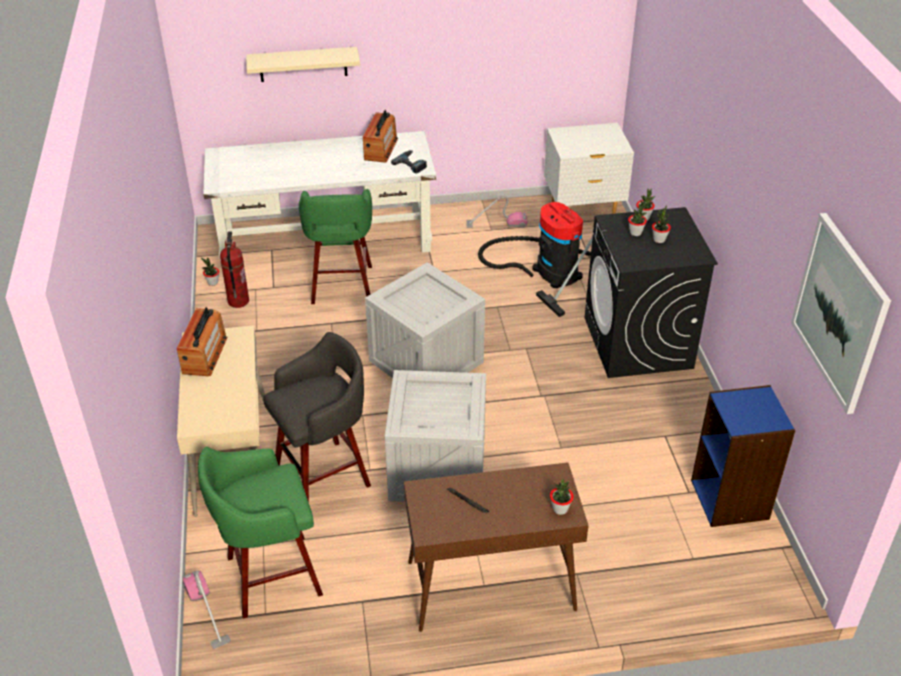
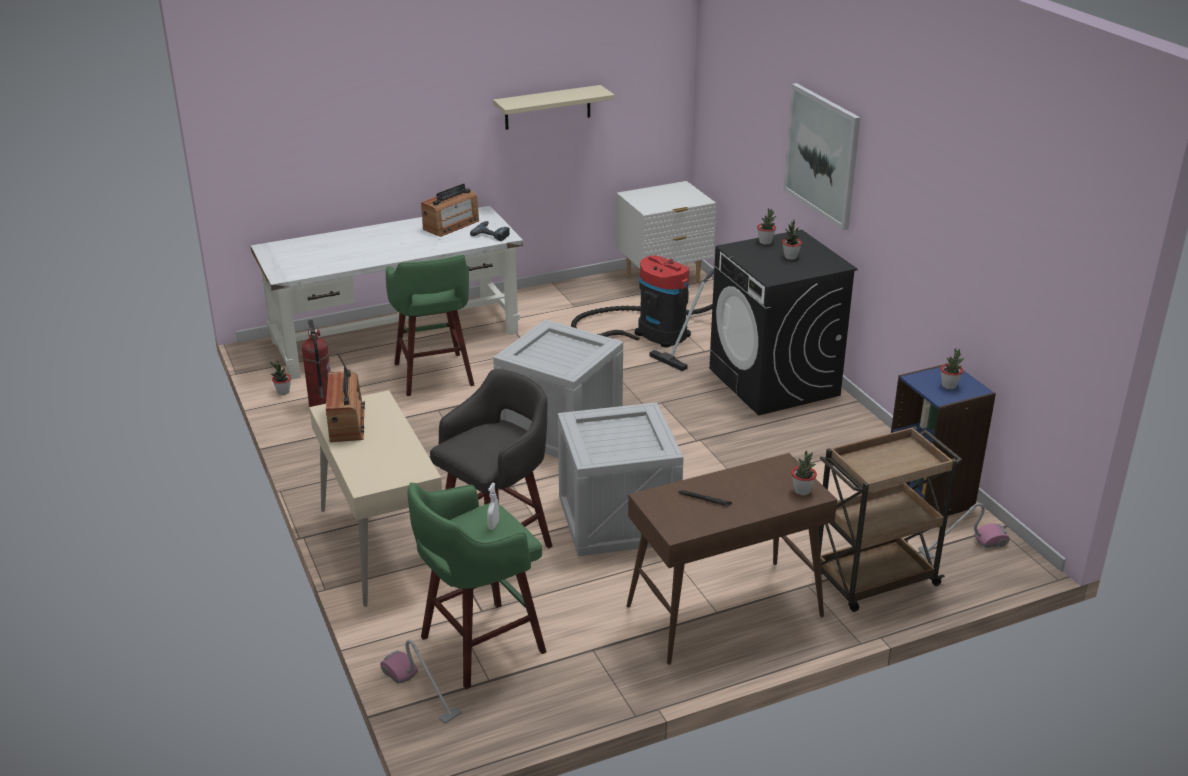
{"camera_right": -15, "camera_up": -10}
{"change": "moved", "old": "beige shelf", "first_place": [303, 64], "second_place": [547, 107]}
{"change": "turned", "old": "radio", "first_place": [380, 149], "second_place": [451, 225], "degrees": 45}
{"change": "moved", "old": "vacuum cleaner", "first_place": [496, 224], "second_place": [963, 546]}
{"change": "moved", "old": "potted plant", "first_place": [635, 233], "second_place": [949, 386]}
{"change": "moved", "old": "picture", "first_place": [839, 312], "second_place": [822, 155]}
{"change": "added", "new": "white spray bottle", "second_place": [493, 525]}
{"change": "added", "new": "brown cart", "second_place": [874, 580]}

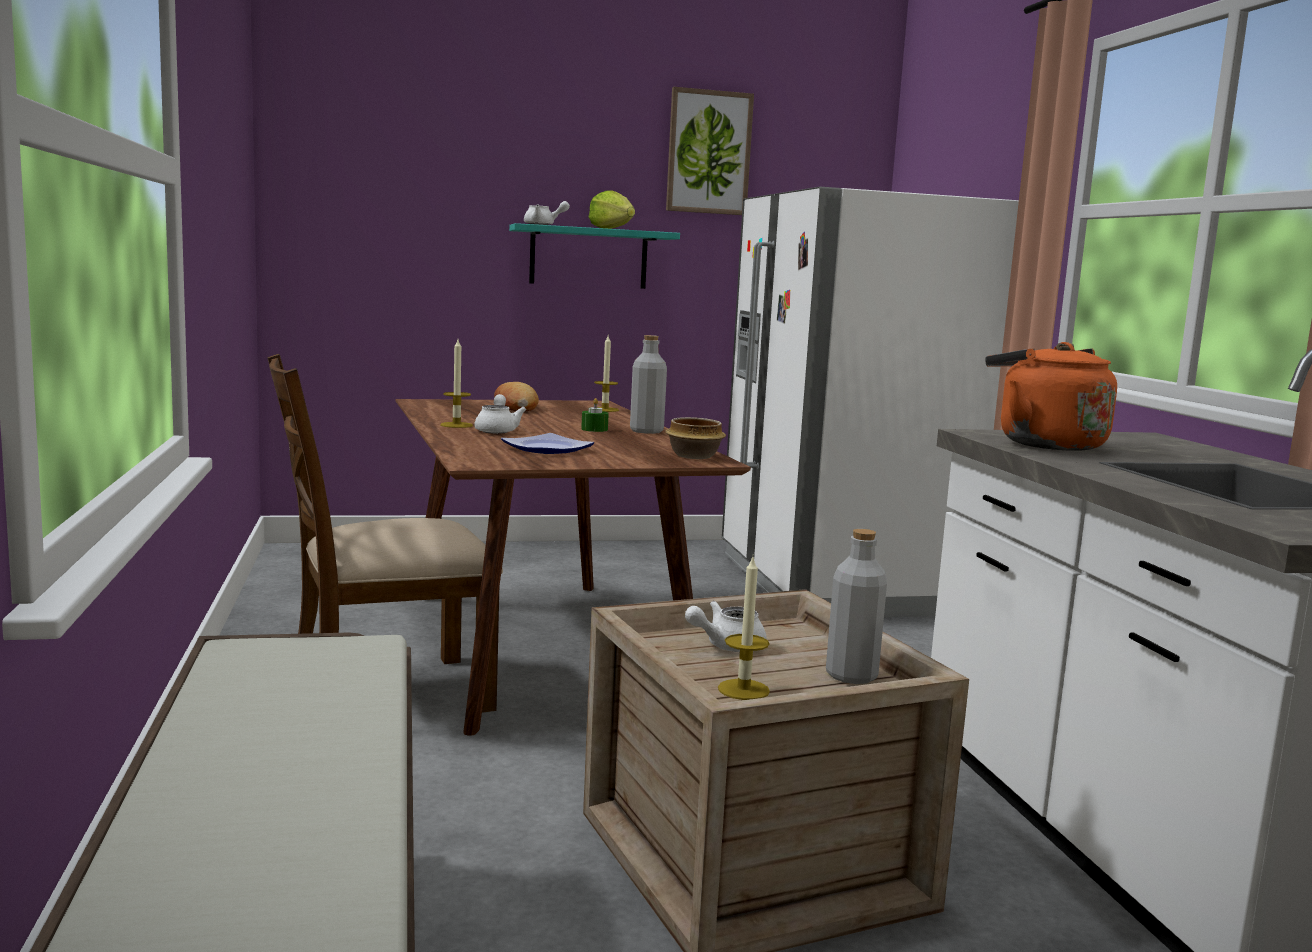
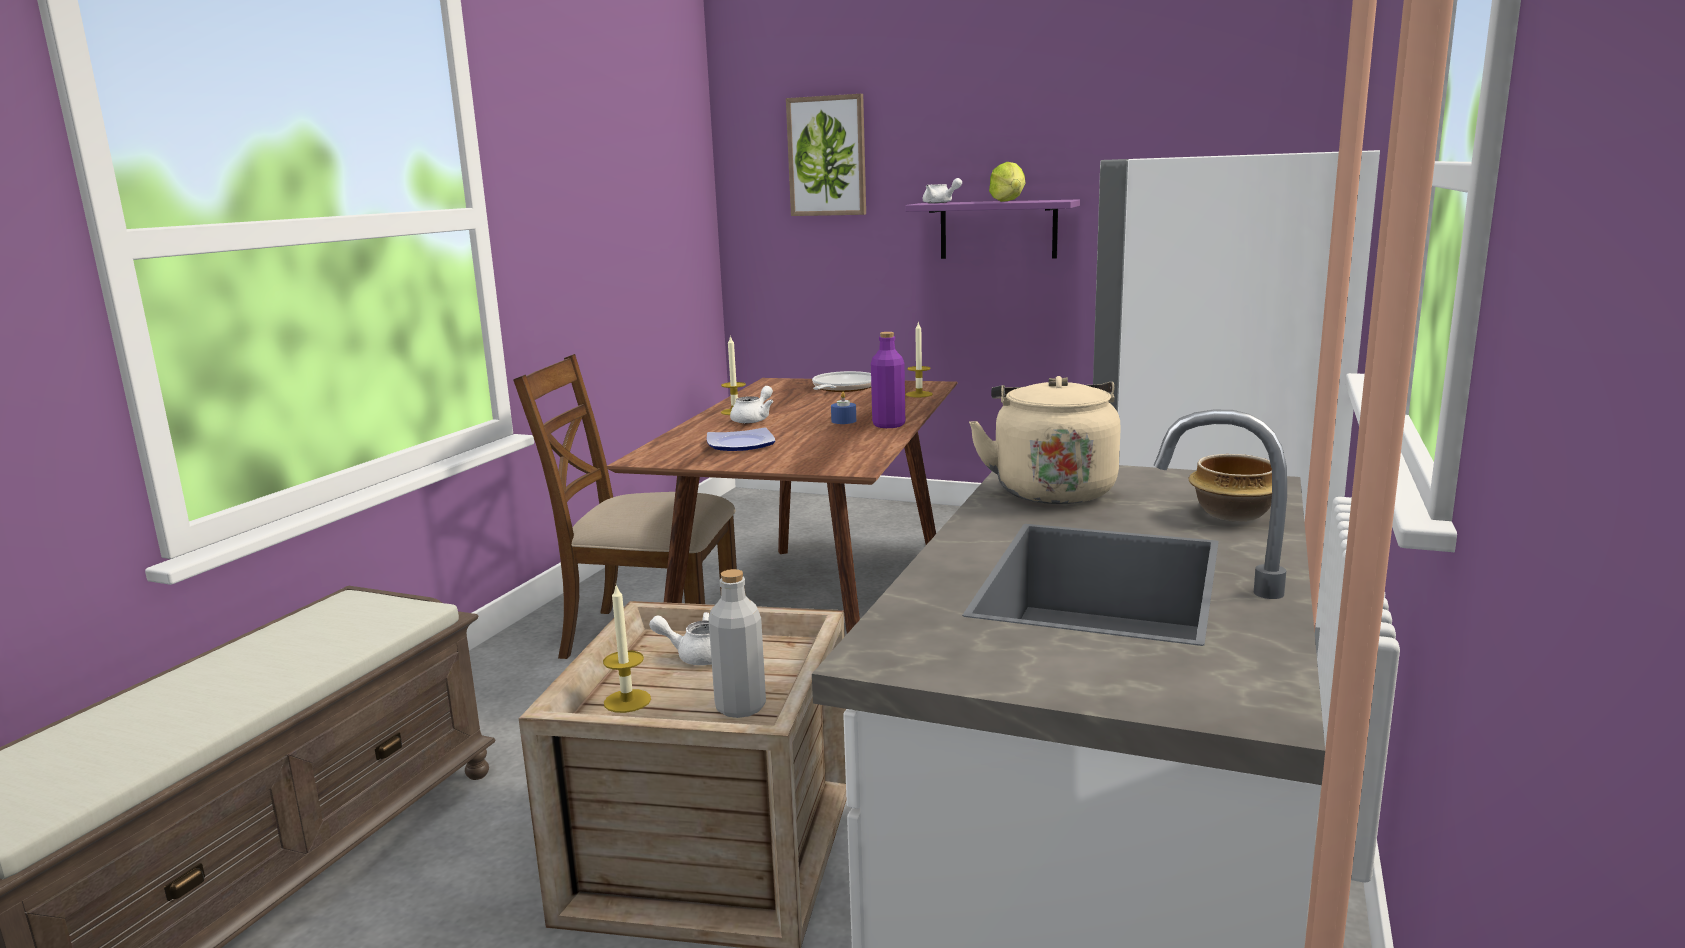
{"camera_right": 35, "camera_up": 5}
{"change": "replaced", "old": "bread", "new": "frying pan", "first_place": [514, 406], "second_place": [842, 388]}
{"change": "recoloured", "old": "turquoise shelf", "new": "purple shelf", "first_place": [588, 257], "second_place": [998, 230]}
{"change": "recoloured", "old": "green candle", "new": "blue candle", "first_place": [594, 429], "second_place": [843, 421]}
{"change": "recoloured", "old": "grey bottle", "new": "purple bottle", "first_place": [646, 431], "second_place": [888, 425]}
{"change": "moved", "old": "bowl", "first_place": [694, 456], "second_place": [1235, 513]}
{"change": "moved", "old": "picture", "first_place": [708, 152], "second_place": [827, 156]}
{"change": "recoloured", "old": "orange kettle", "new": "beige kettle", "first_place": [1044, 444], "second_place": [1051, 490]}

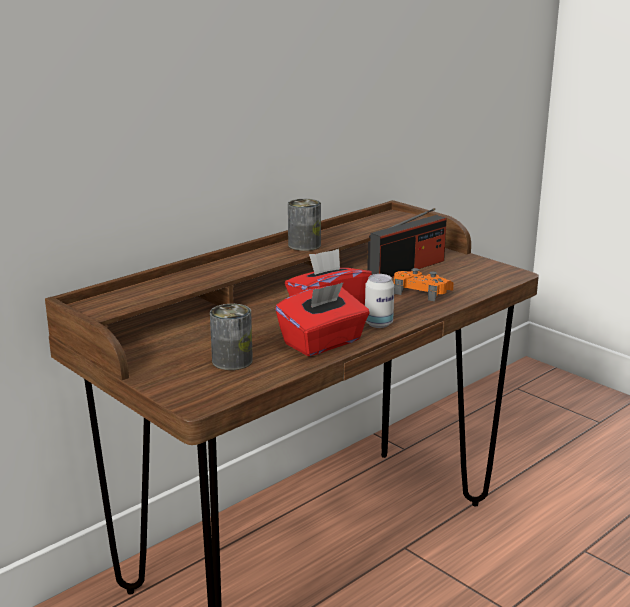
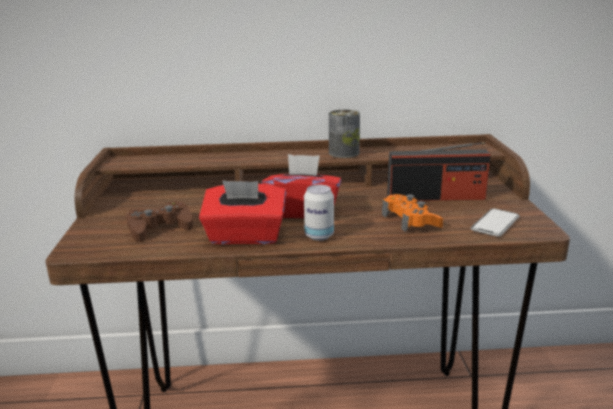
{"camera_right": 40, "camera_up": 0}
{"change": "replaced", "old": "can", "new": "brown game controller", "first_place": [232, 361], "second_place": [160, 228]}
{"change": "added", "new": "phone", "second_place": [495, 223]}

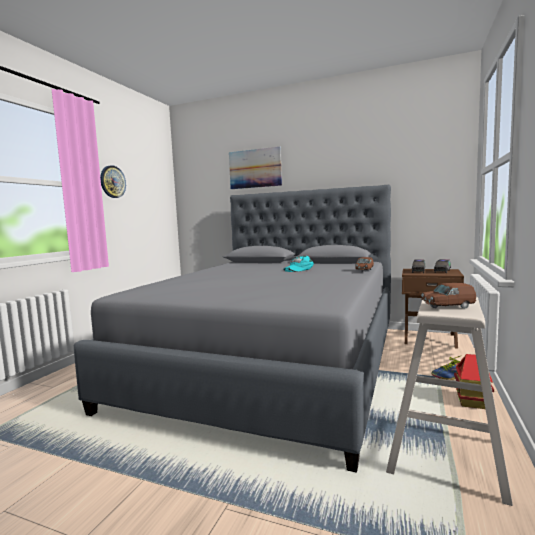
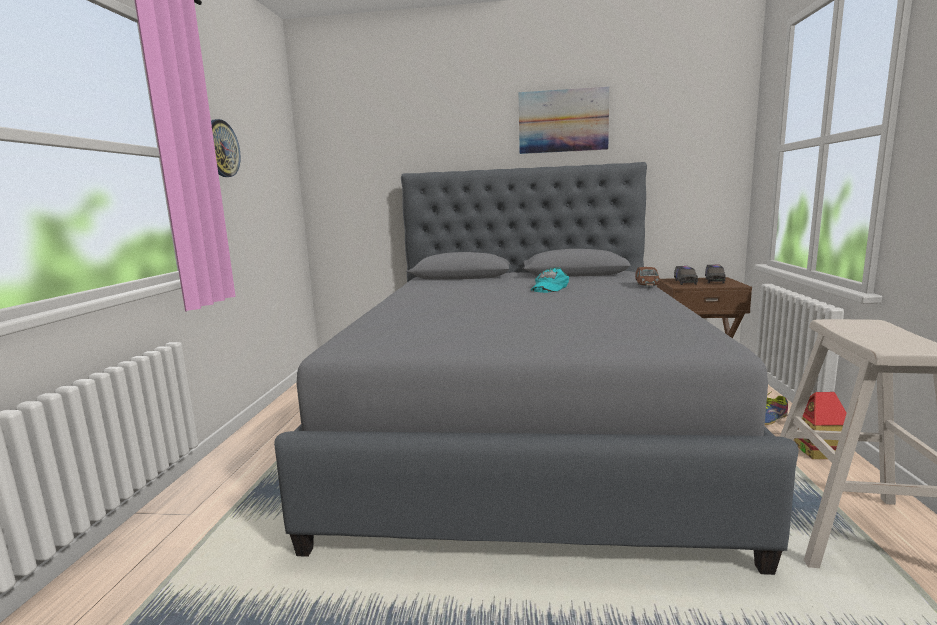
{"camera_right": -15, "camera_up": 5}
{"change": "moved", "old": "picture", "first_place": [255, 168], "second_place": [563, 121]}
{"change": "removed", "old": "brown toy car", "first_place": [447, 306]}

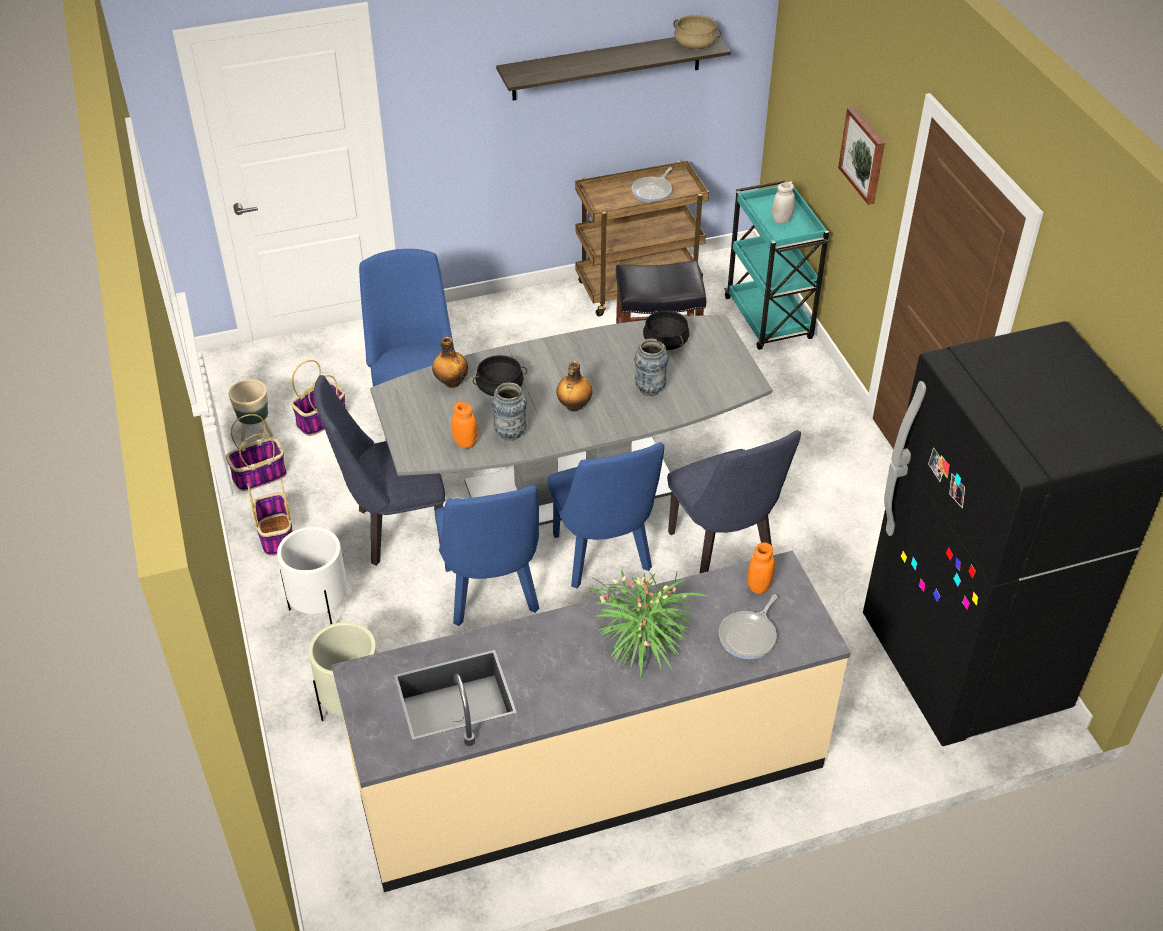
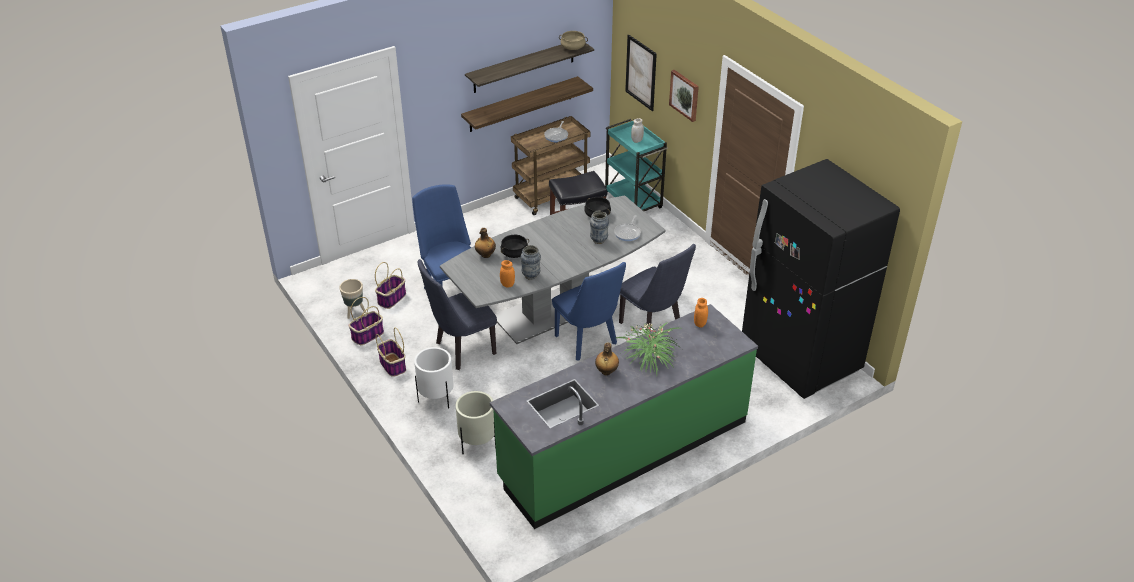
{"camera_right": -15, "camera_up": -5}
{"change": "recoloured", "old": "beige counter", "new": "green counter", "first_place": [591, 774], "second_place": [624, 450]}
{"change": "removed", "old": "blue chair", "first_place": [492, 597]}
{"change": "moved", "old": "bottle", "first_place": [574, 406], "second_place": [606, 372]}
{"change": "moved", "old": "frying pan", "first_place": [749, 636], "second_place": [628, 233]}
{"change": "added", "new": "shelf", "second_place": [521, 104]}
{"change": "added", "new": "picture", "second_place": [641, 72]}

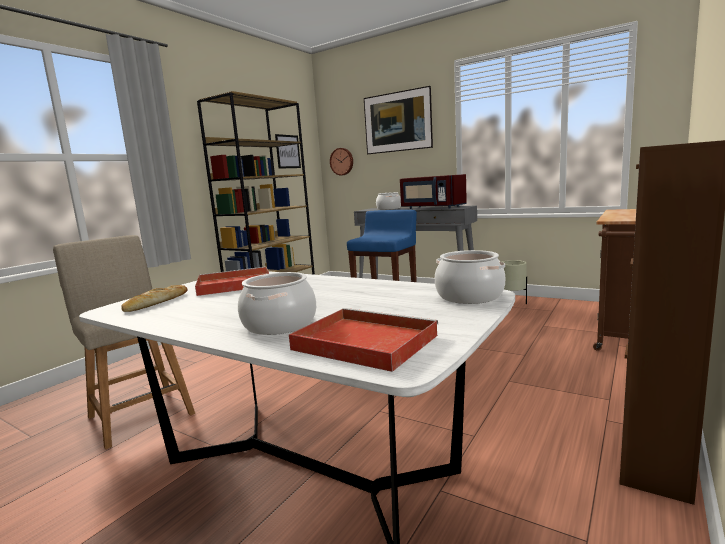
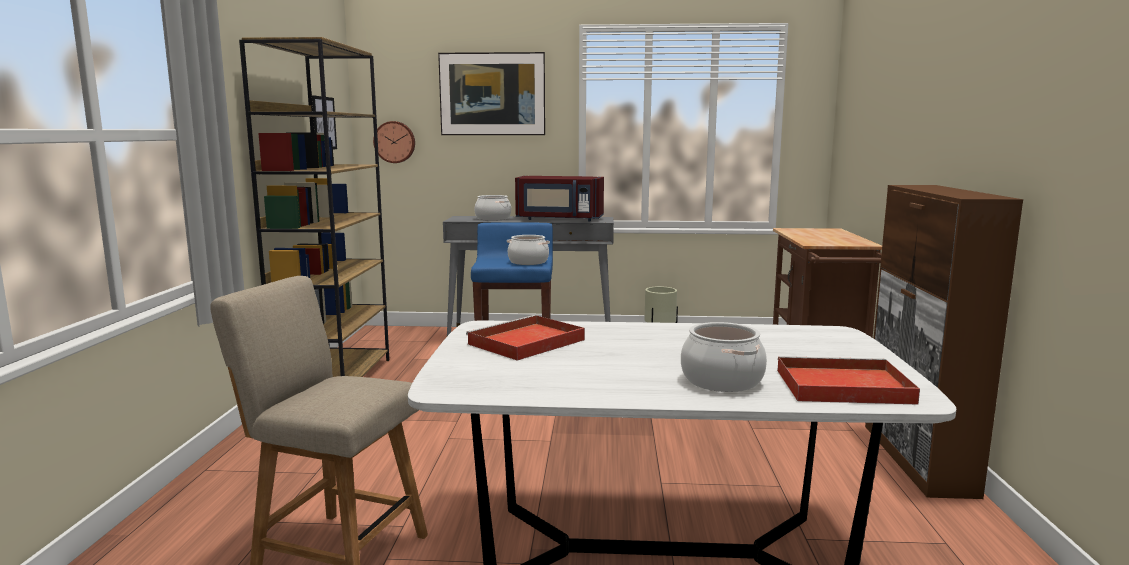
{"camera_right": -30, "camera_up": 0}
{"change": "removed", "old": "bread", "first_place": [156, 302]}
{"change": "moved", "old": "cooking pot", "first_place": [470, 296], "second_place": [528, 262]}

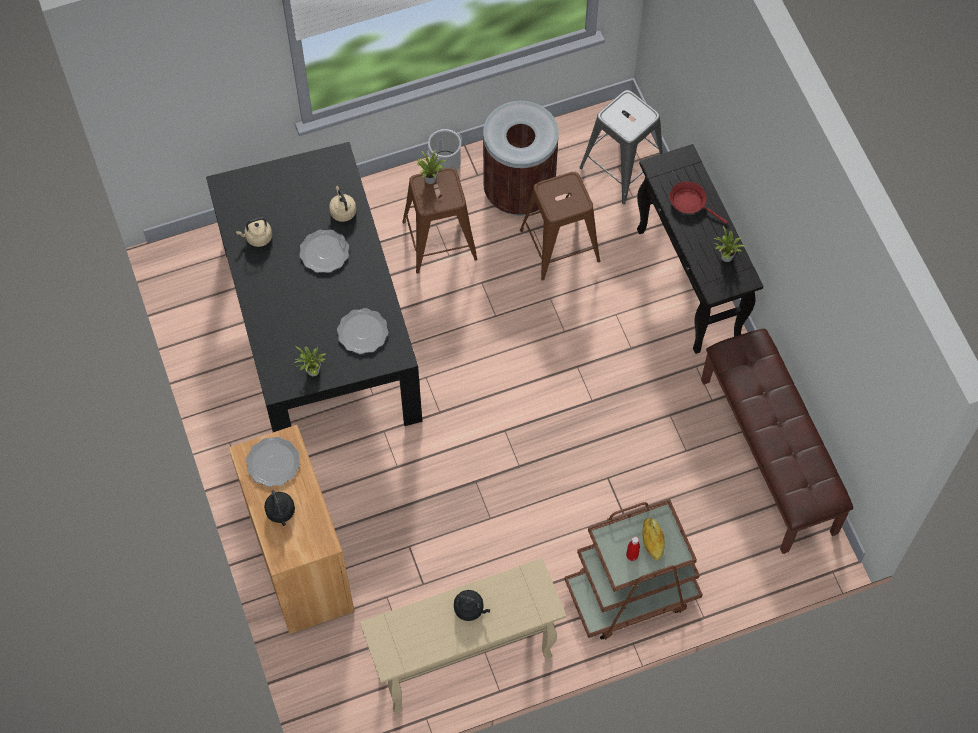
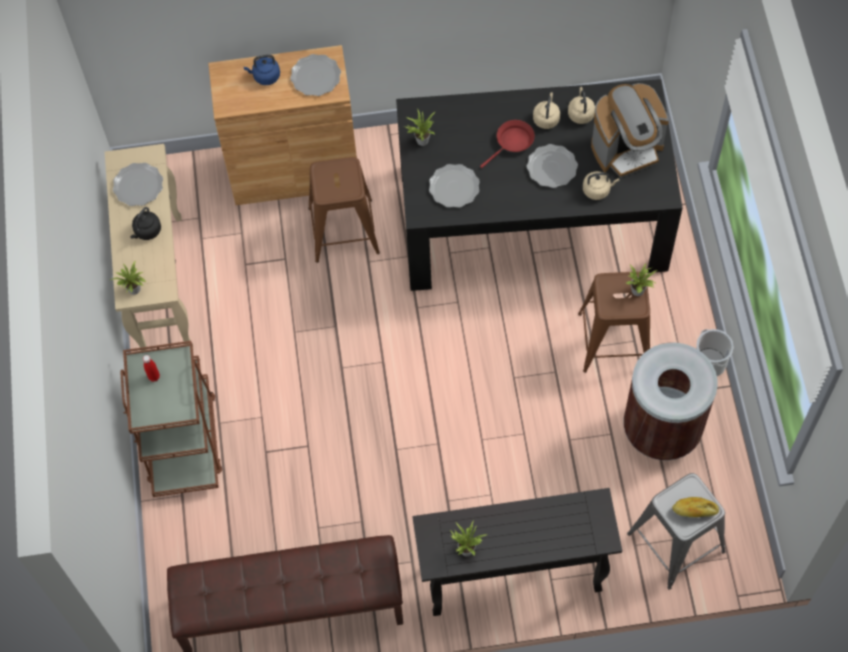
{"camera_right": 105, "camera_up": 0}
{"change": "recoloured", "old": "black kettle", "new": "blue kettle", "first_place": [281, 512], "second_place": [265, 76]}
{"change": "moved", "old": "brown stool", "first_place": [559, 245], "second_place": [344, 230]}
{"change": "moved", "old": "bread", "first_place": [652, 540], "second_place": [695, 510]}
{"change": "moved", "old": "red frying pan", "first_place": [690, 203], "second_place": [512, 142]}
{"change": "added", "new": "potted plant", "second_place": [135, 290]}
{"change": "added", "new": "plate", "second_place": [138, 186]}
{"change": "added", "new": "beige kettle", "second_place": [546, 118]}
{"change": "added", "new": "coffee machine", "second_place": [627, 149]}

